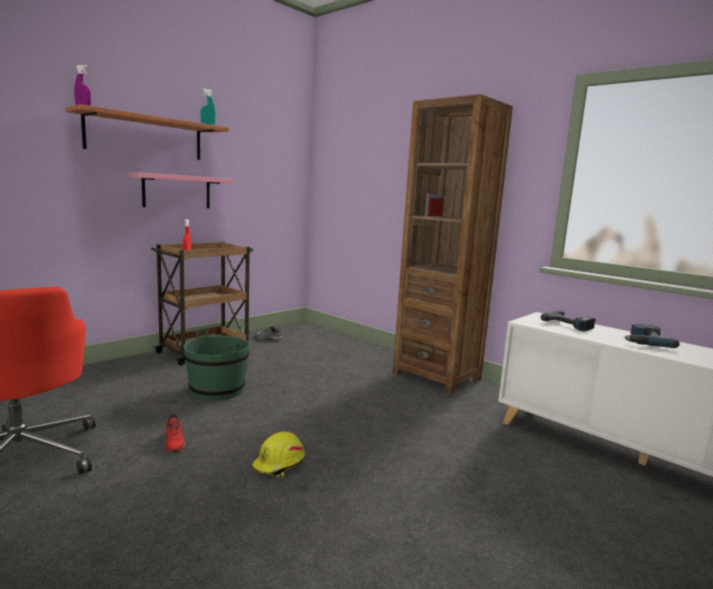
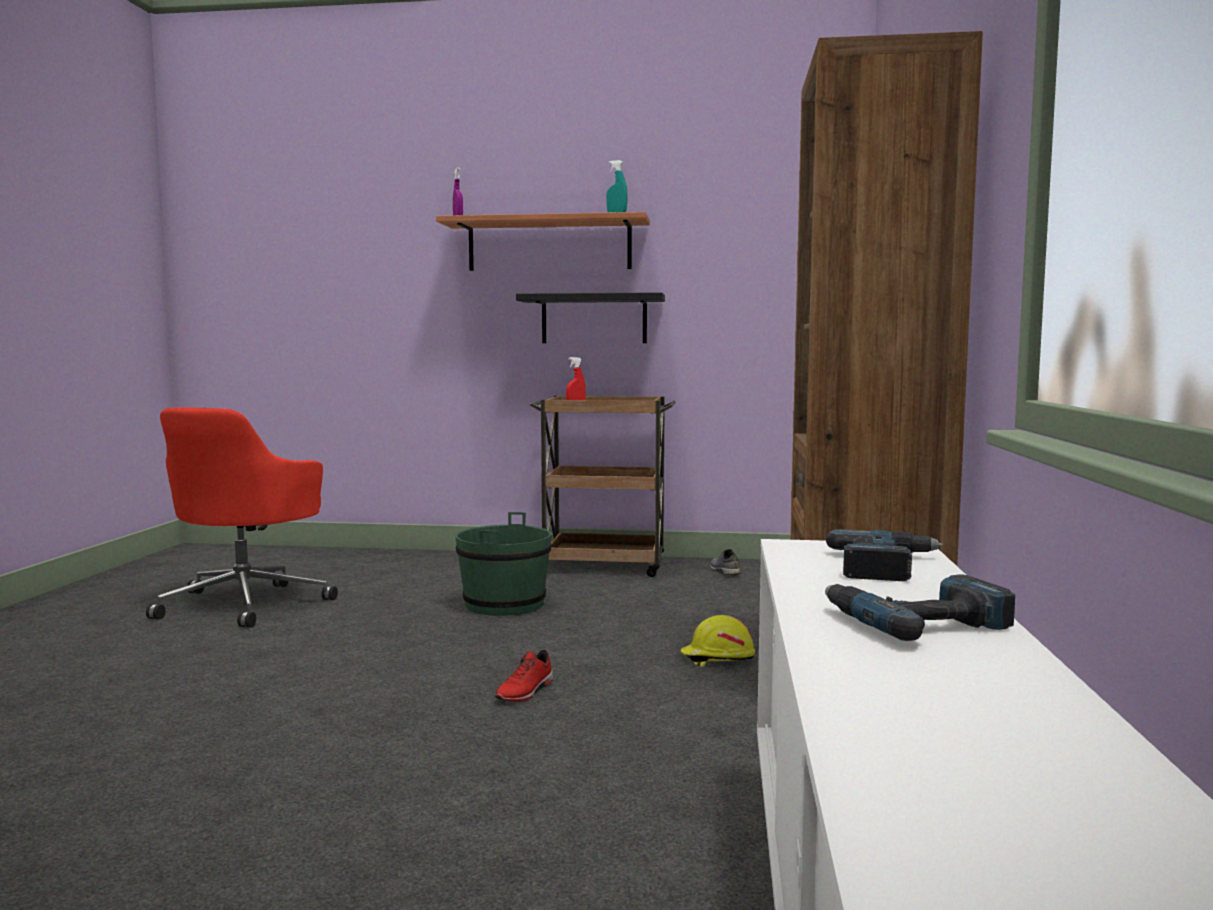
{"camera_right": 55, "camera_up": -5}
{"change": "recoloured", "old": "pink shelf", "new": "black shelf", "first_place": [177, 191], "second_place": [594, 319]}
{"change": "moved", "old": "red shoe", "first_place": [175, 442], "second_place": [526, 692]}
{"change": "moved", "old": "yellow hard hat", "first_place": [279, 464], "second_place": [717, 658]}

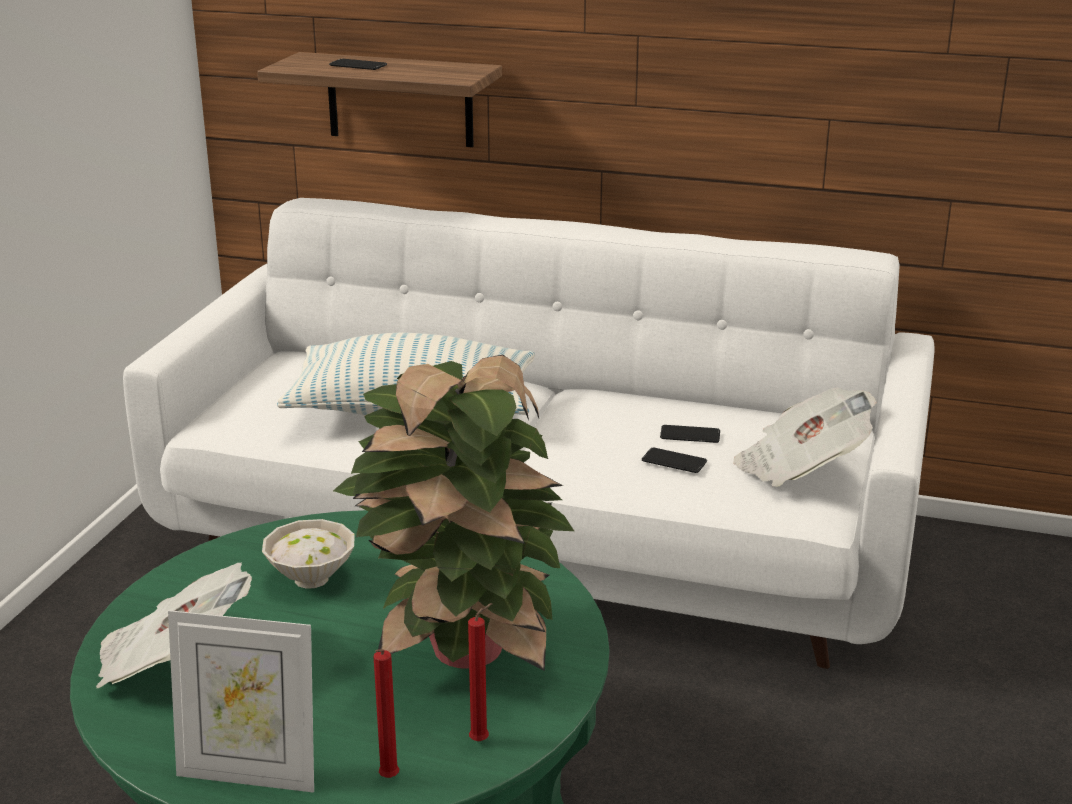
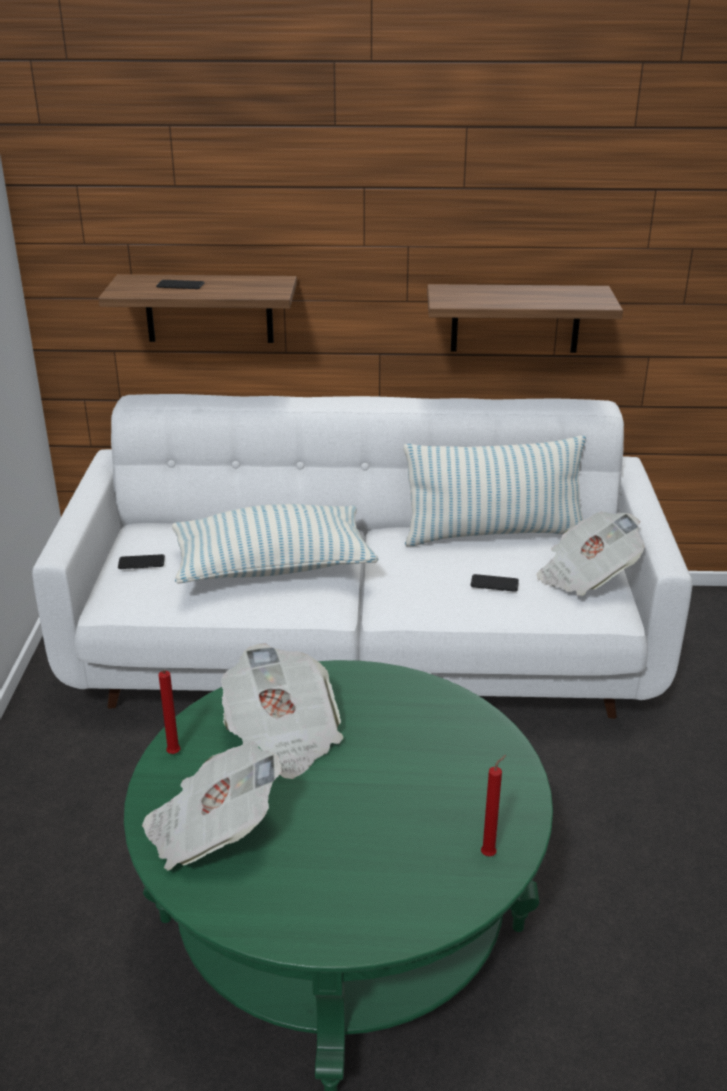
{"camera_right": -15, "camera_up": 5}
{"change": "removed", "old": "picture frame", "first_place": [250, 774]}
{"change": "replaced", "old": "white bowl", "new": "newspaper", "first_place": [312, 580], "second_place": [283, 735]}
{"change": "removed", "old": "potted plant", "first_place": [461, 651]}
{"change": "moved", "old": "red candle", "first_place": [388, 780], "second_place": [173, 755]}
{"change": "moved", "old": "phone", "first_place": [690, 435], "second_place": [141, 562]}
{"change": "added", "new": "pillow", "second_place": [493, 534]}
{"change": "added", "new": "shelf", "second_place": [515, 318]}

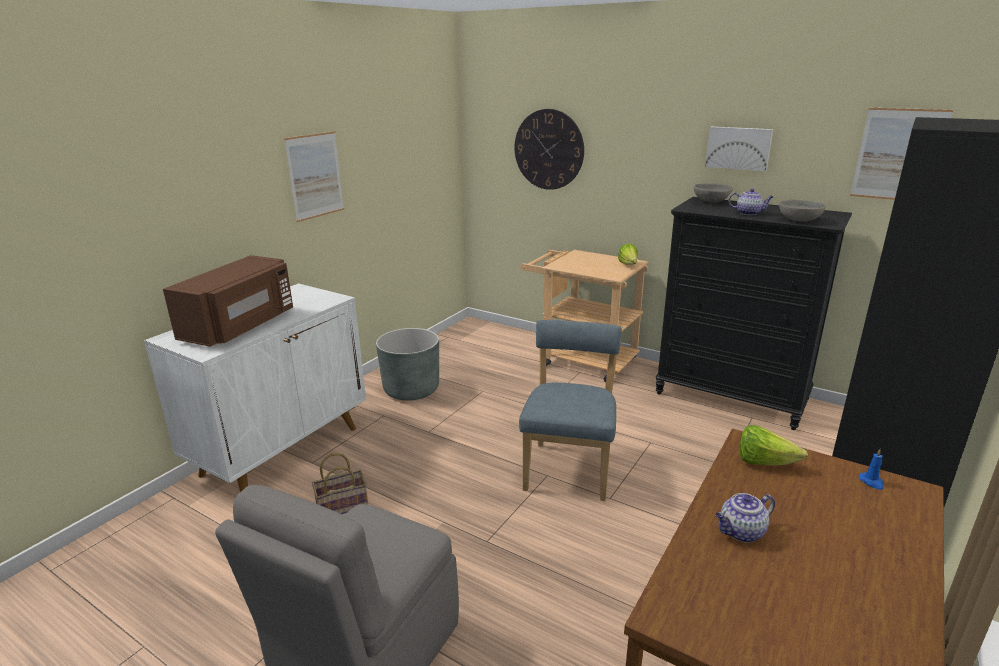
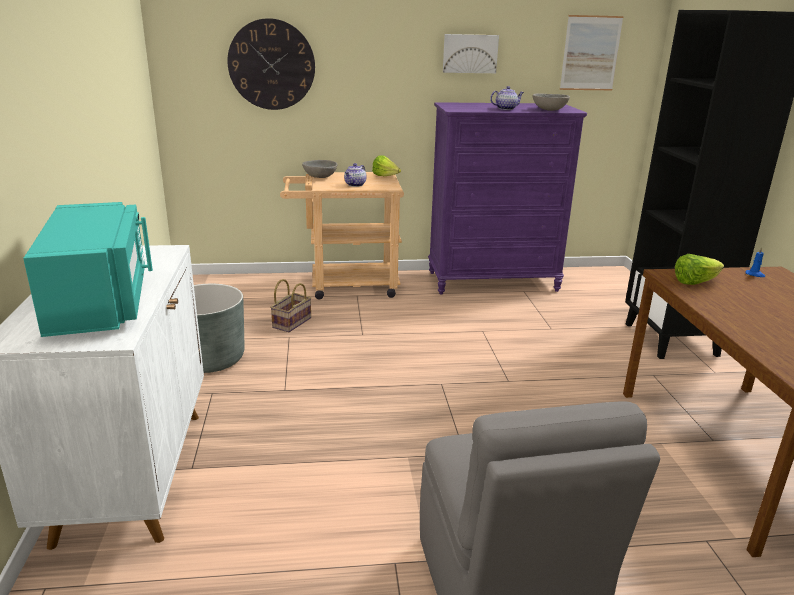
{"camera_right": -40, "camera_up": 0}
{"change": "recoloured", "old": "brown microwave", "new": "turquoise microwave", "first_place": [241, 326], "second_place": [101, 302]}
{"change": "removed", "old": "picture", "first_place": [315, 176]}
{"change": "moved", "old": "basket", "first_place": [343, 505], "second_place": [292, 322]}
{"change": "removed", "old": "blue chair", "first_place": [569, 468]}
{"change": "recoloured", "old": "black dresser", "new": "purple dresser", "first_place": [731, 397], "second_place": [493, 281]}
{"change": "moved", "old": "grey bowl", "first_place": [711, 201], "second_place": [320, 177]}
{"change": "moved", "old": "teapot", "first_place": [741, 532], "second_place": [355, 185]}

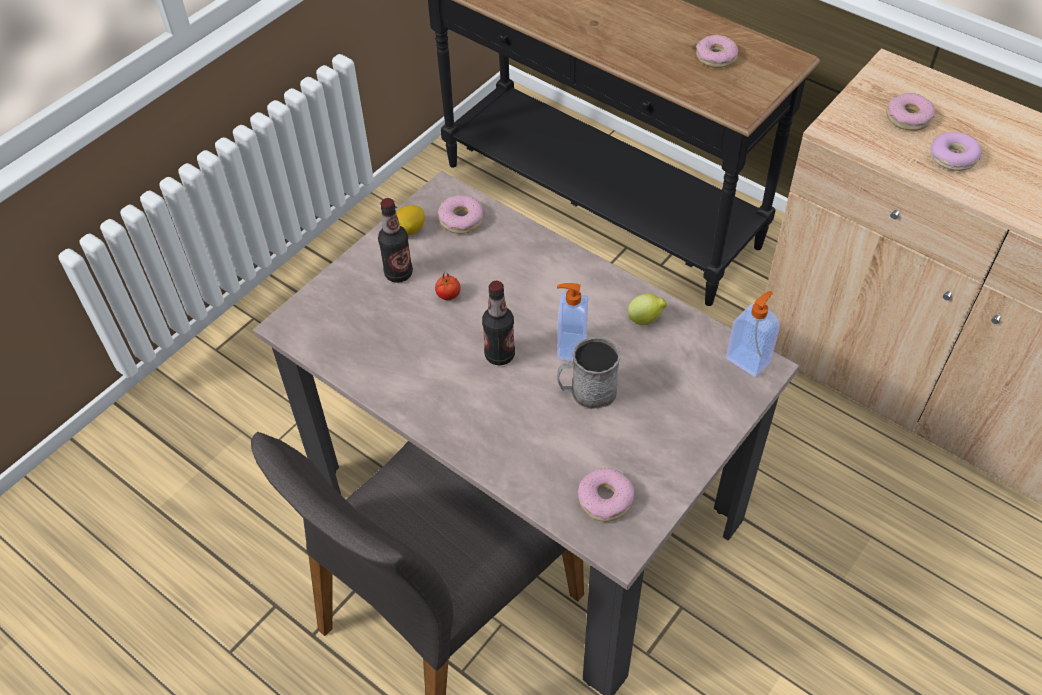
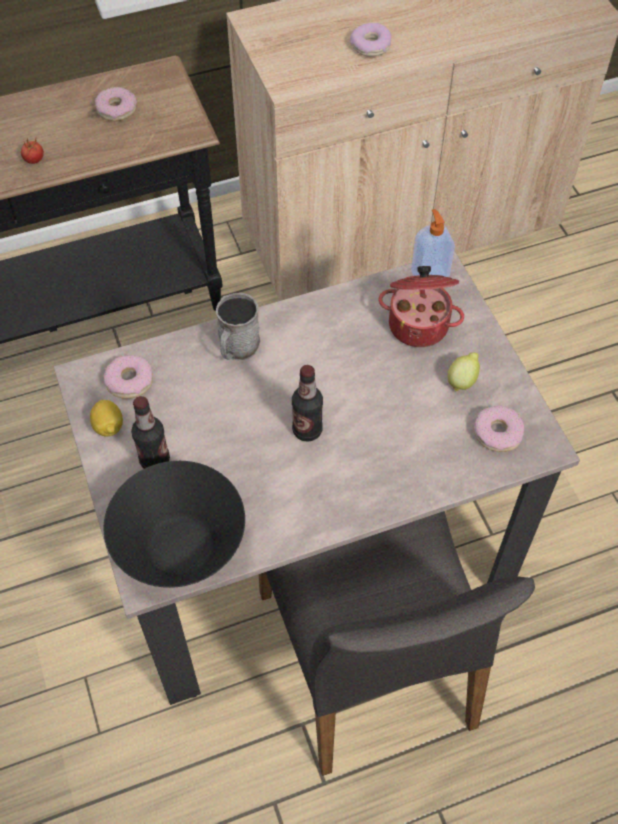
{"camera_right": -60, "camera_up": 5}
{"change": "moved", "old": "tomato", "first_place": [448, 295], "second_place": [34, 160]}
{"change": "removed", "old": "soap dispenser", "first_place": [570, 347]}
{"change": "moved", "old": "grey mug", "first_place": [587, 392], "second_place": [237, 348]}
{"change": "moved", "old": "lemon", "first_place": [645, 320], "second_place": [462, 381]}
{"change": "removed", "old": "donut", "first_place": [908, 118]}
{"change": "added", "new": "black bowl", "second_place": [180, 547]}
{"change": "added", "new": "cooking pot", "second_place": [419, 324]}

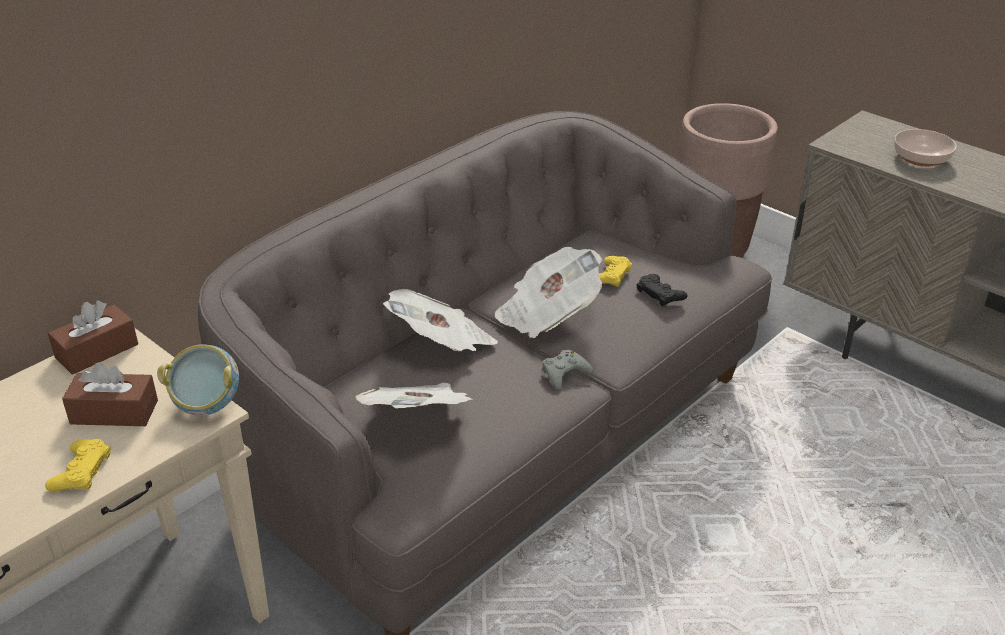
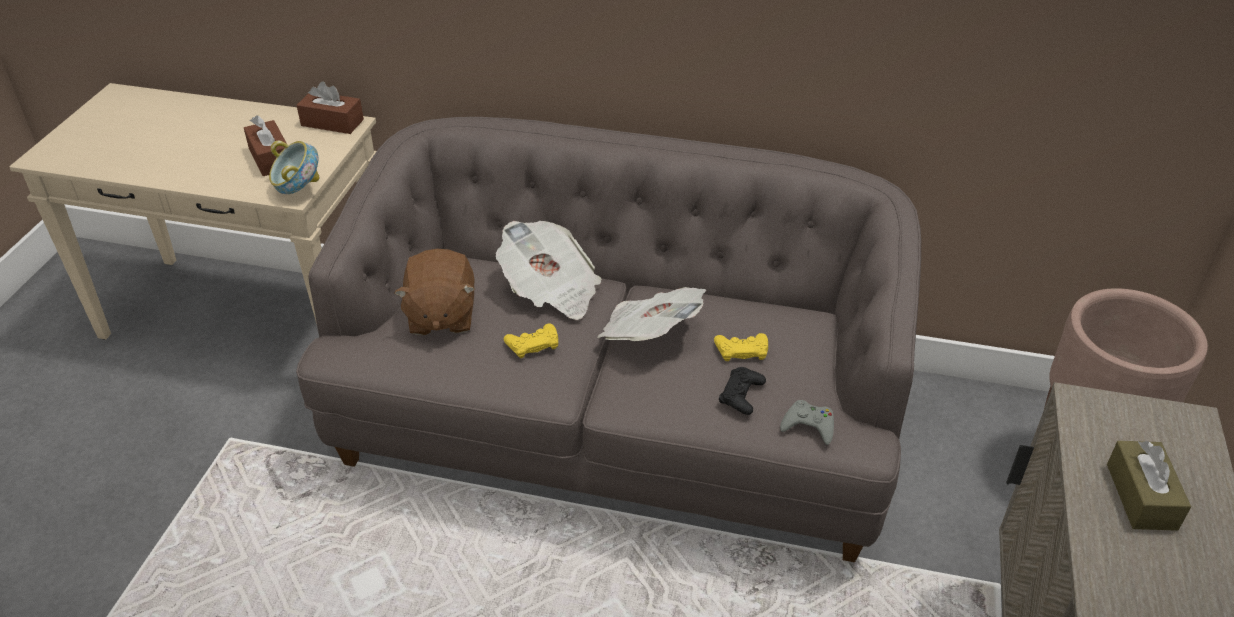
{"camera_right": 60, "camera_up": 5}
{"change": "moved", "old": "yellow game controller", "first_place": [80, 471], "second_place": [533, 344]}
{"change": "replaced", "old": "newspaper", "new": "brown plush toy", "first_place": [418, 419], "second_place": [440, 316]}
{"change": "moved", "old": "grey game controller", "first_place": [565, 373], "second_place": [809, 425]}
{"change": "replaced", "old": "bowl", "new": "brown tissue box", "first_place": [922, 158], "second_place": [1141, 496]}

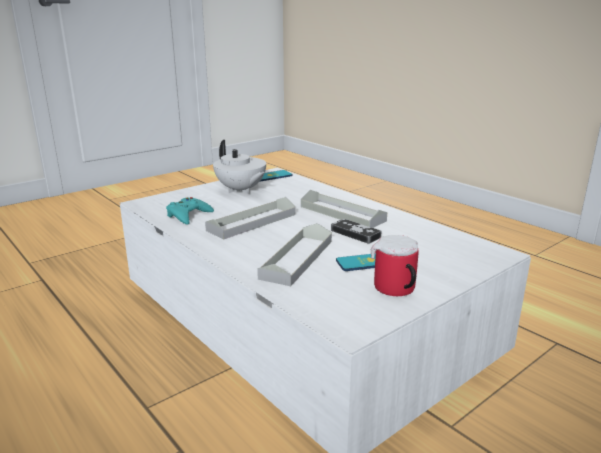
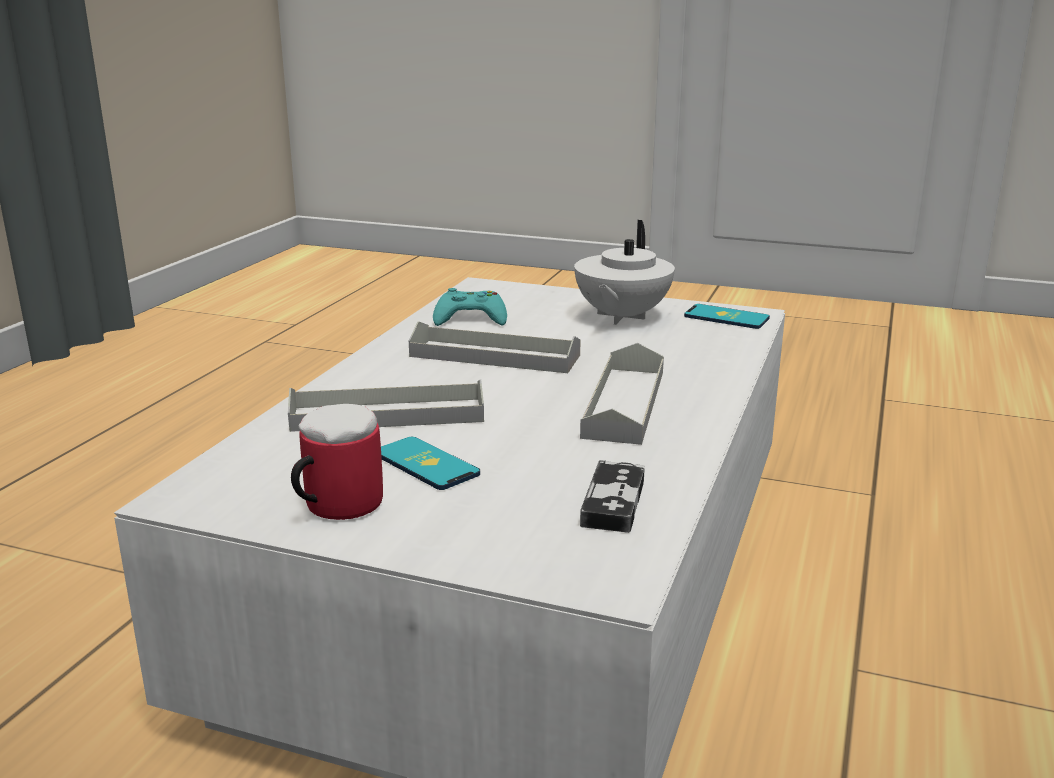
{"camera_right": 60, "camera_up": 0}
{"change": "moved", "old": "game controller", "first_place": [355, 234], "second_place": [613, 502]}

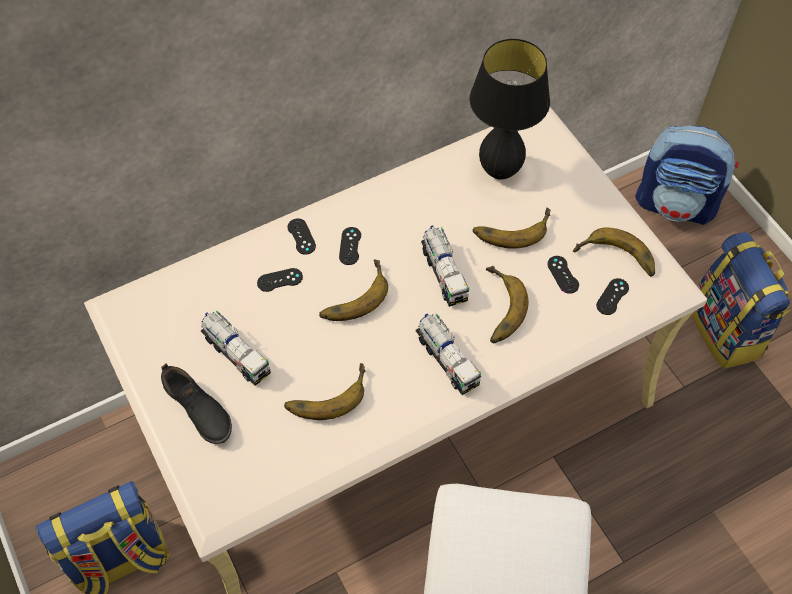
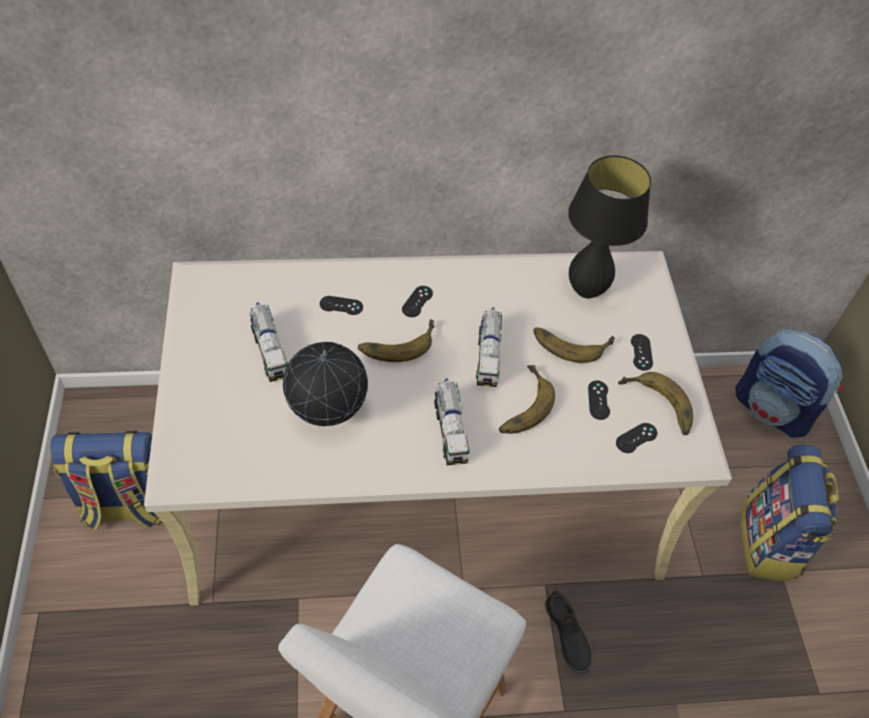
{"camera_right": 20, "camera_up": -5}
{"change": "moved", "old": "black shoe", "first_place": [197, 410], "second_place": [566, 635]}
{"change": "replaced", "old": "banana", "new": "globe", "first_place": [326, 393], "second_place": [327, 413]}
{"change": "moved", "old": "black game controller", "first_place": [301, 236], "second_place": [641, 352]}

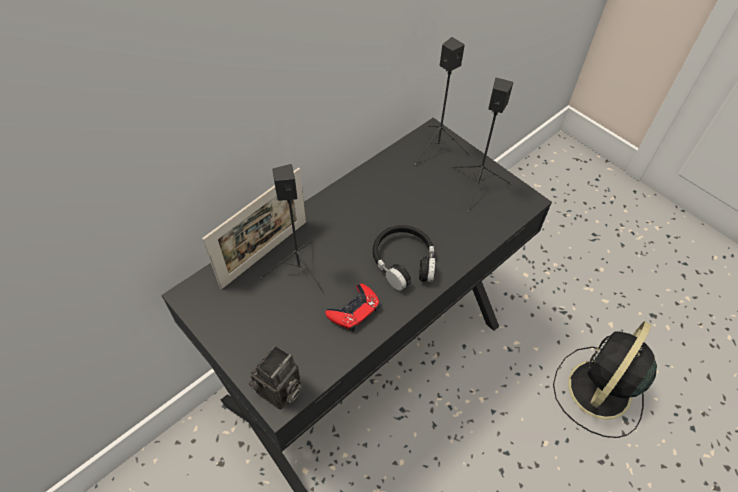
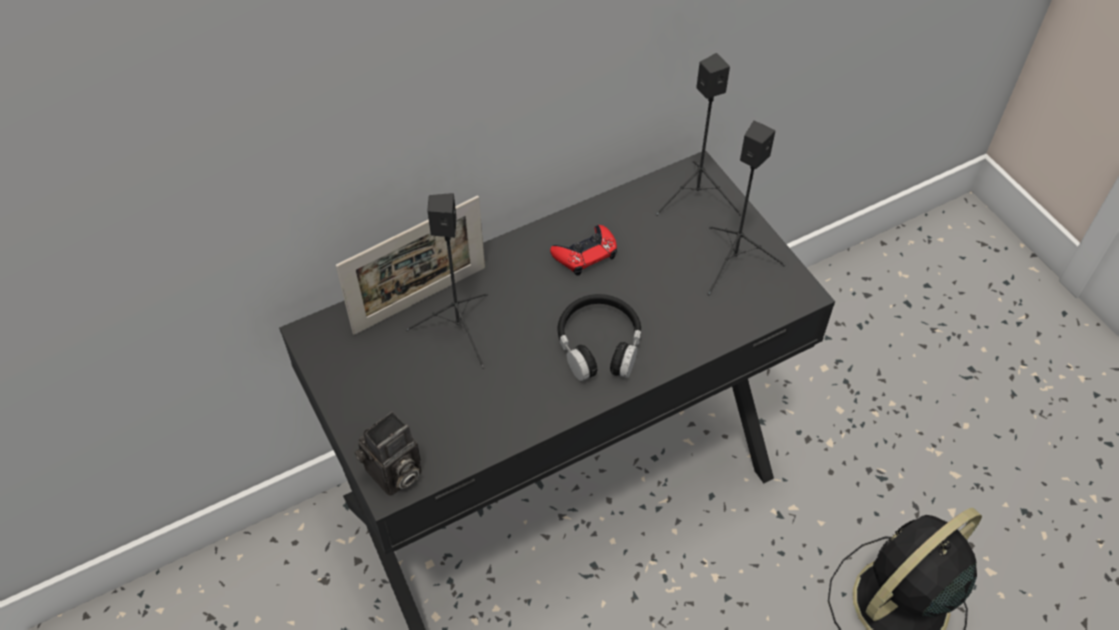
{"camera_right": 15, "camera_up": 0}
{"change": "moved", "old": "red game controller", "first_place": [354, 310], "second_place": [585, 254]}

